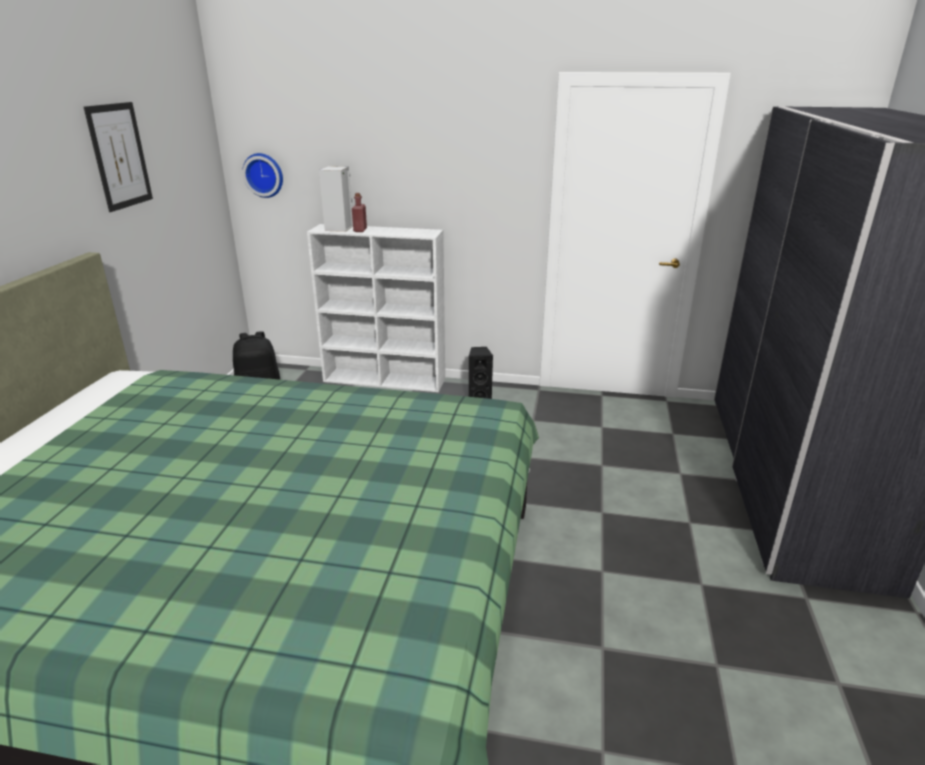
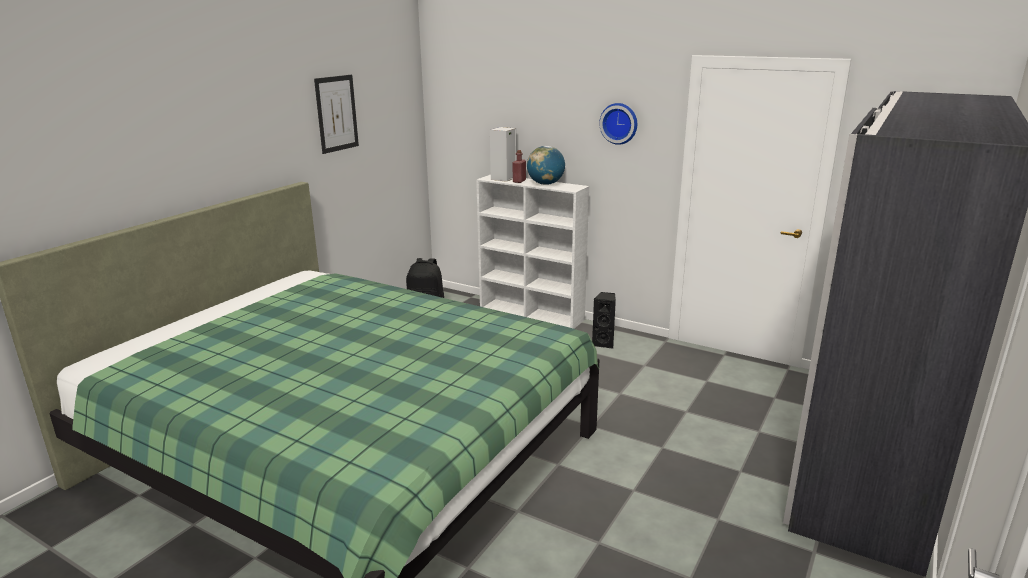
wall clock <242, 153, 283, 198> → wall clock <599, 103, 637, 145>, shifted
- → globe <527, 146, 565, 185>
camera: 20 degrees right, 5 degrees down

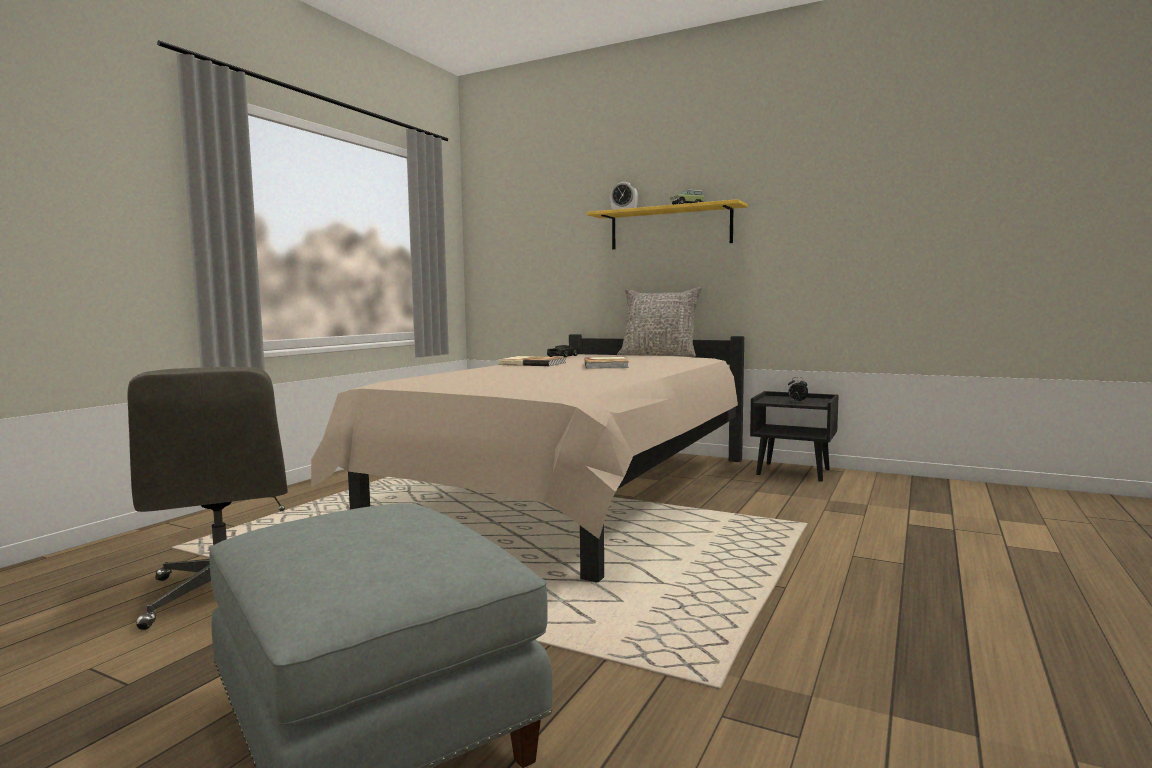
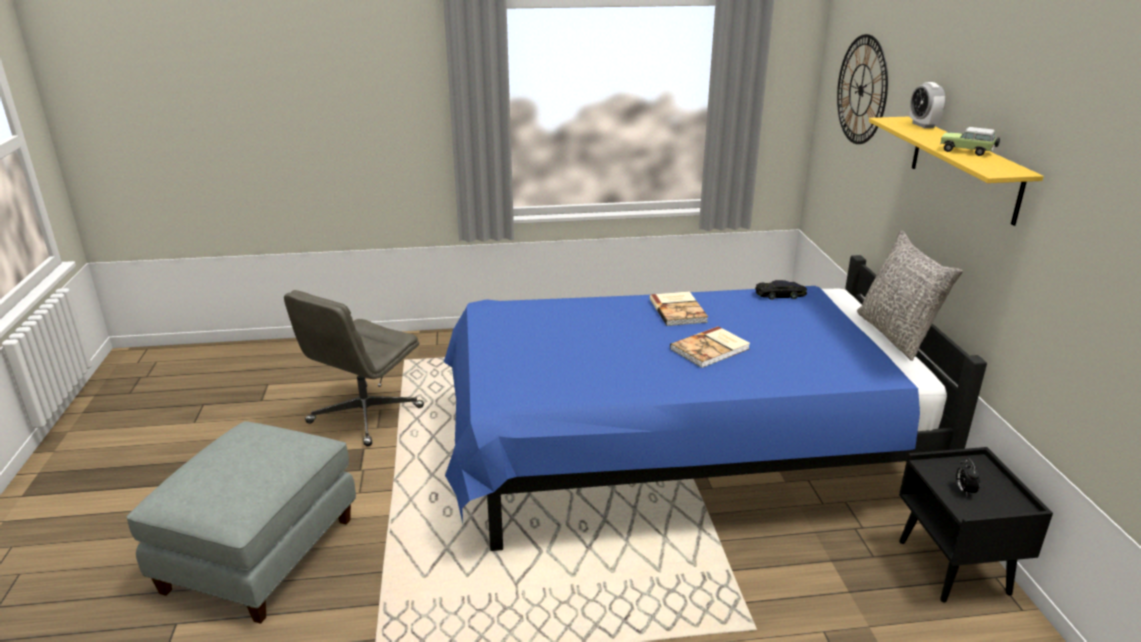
bed (beige) <311, 334, 744, 582> → bed (blue) <444, 255, 987, 551>
- → wall clock <837, 34, 888, 144>
camera: 55 degrees right, 20 degrees up

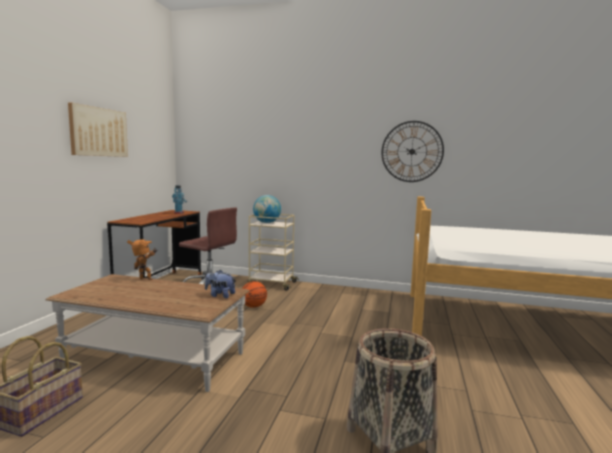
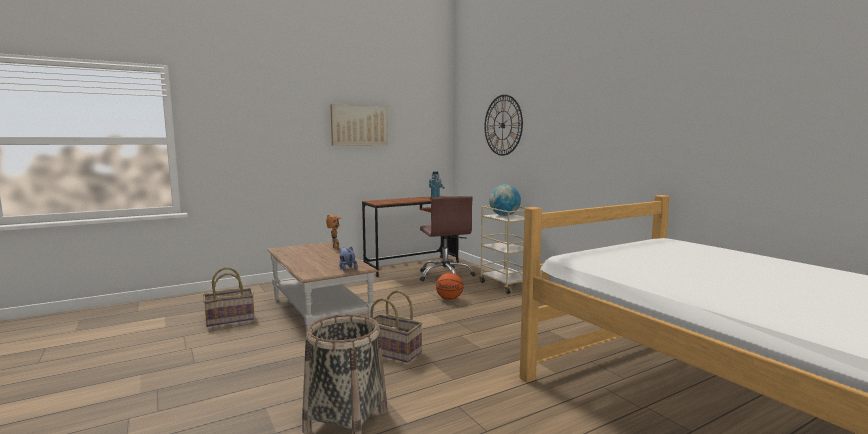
wall clock <381, 121, 444, 182> → wall clock <484, 95, 523, 156>, shifted
- → basket <371, 290, 422, 363>
camera: 45 degrees right, 0 degrees up

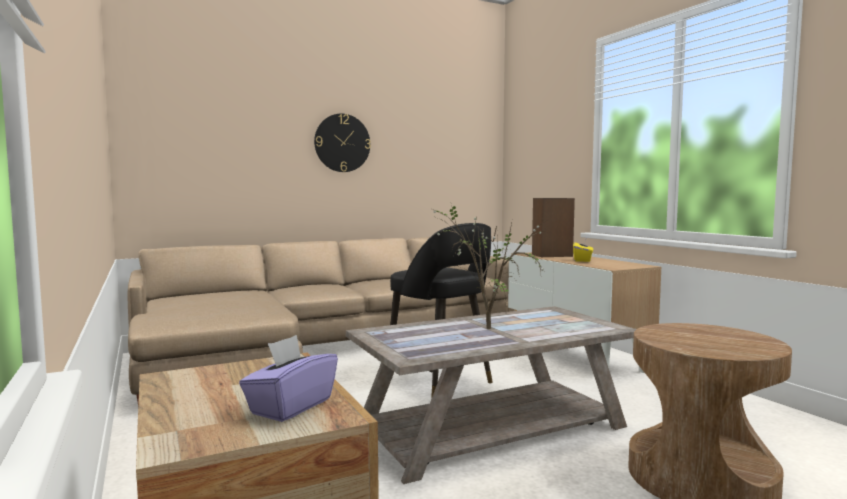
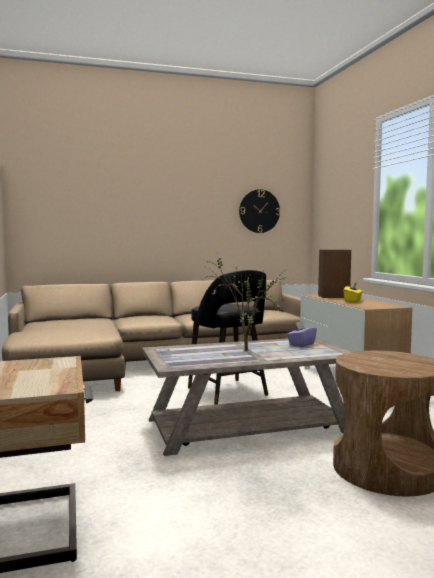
tissue box (purple) <239, 335, 338, 422> → tissue box (purple) <287, 321, 317, 347>, shifted
wall clock <314, 114, 371, 172> → wall clock <239, 189, 280, 233>, shifted
camera: 10 degrees right, 0 degrees up

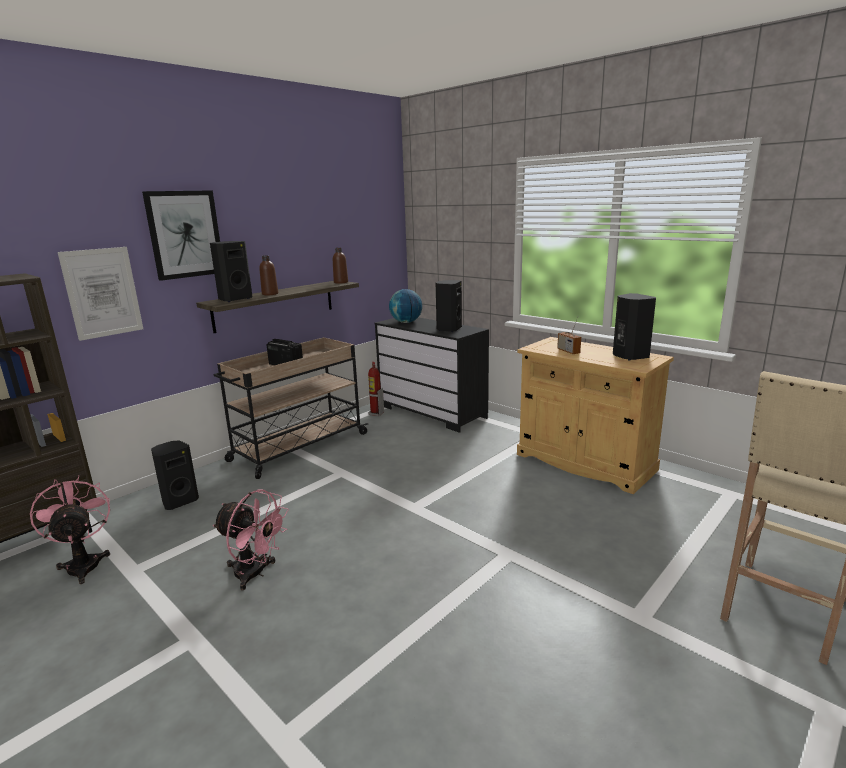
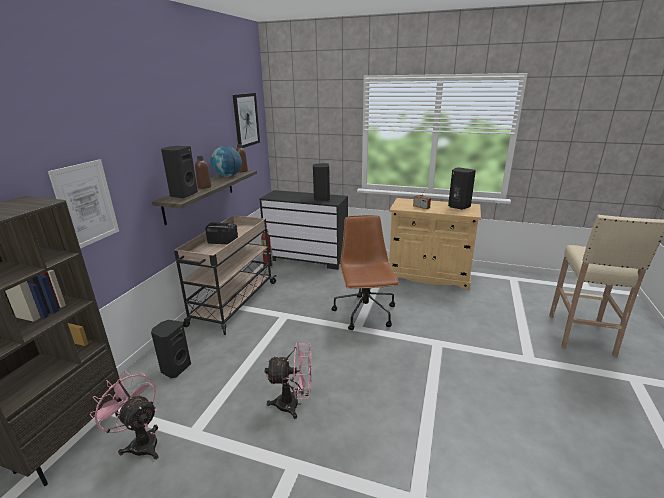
picture <142, 190, 220, 281> → picture <233, 93, 260, 148>, shifted
globe <389, 289, 422, 323> → globe <211, 146, 242, 177>, shifted
- → office chair (brown) <331, 215, 399, 330>
camera: 25 degrees left, 5 degrees up

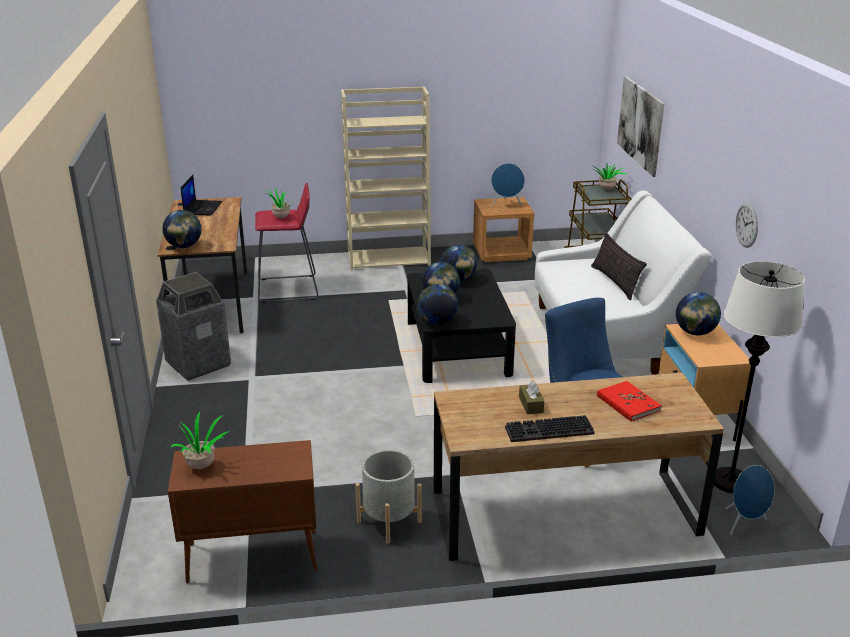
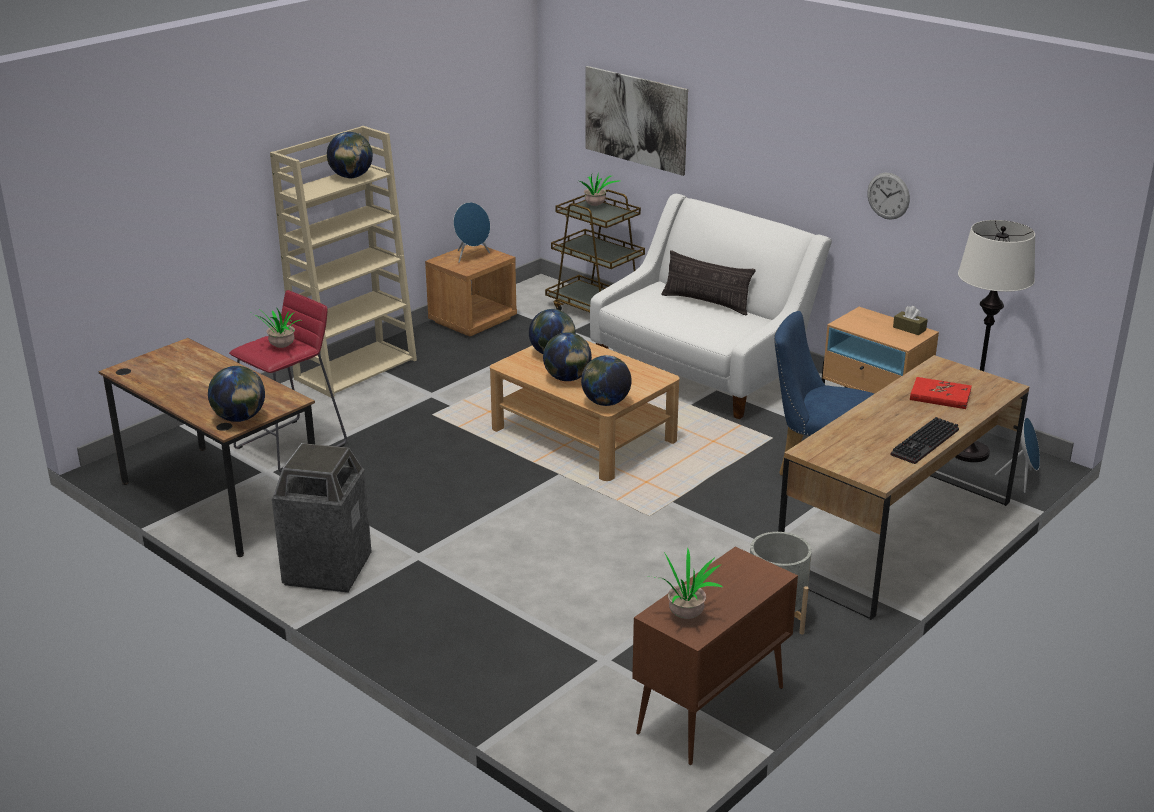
laptop <181, 175, 222, 216> → -
coffee table (black) <407, 269, 516, 383> → coffee table (beige) <490, 341, 680, 481>
tissue box (brown) <519, 380, 544, 414> → tissue box (brown) <893, 306, 928, 335>, shifted
globe <676, 292, 721, 335> → globe <327, 132, 373, 178>, shifted
camera: 40 degrees left, 0 degrees up

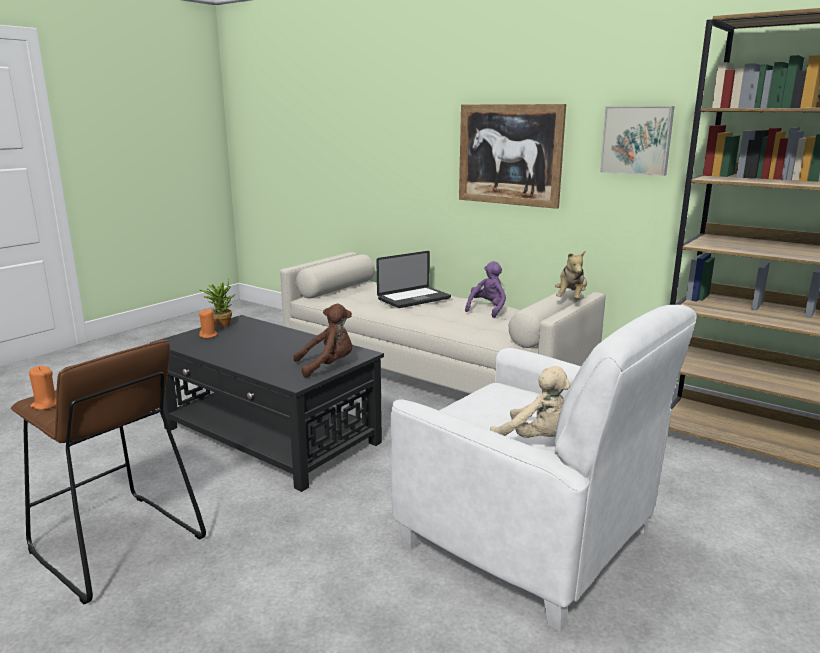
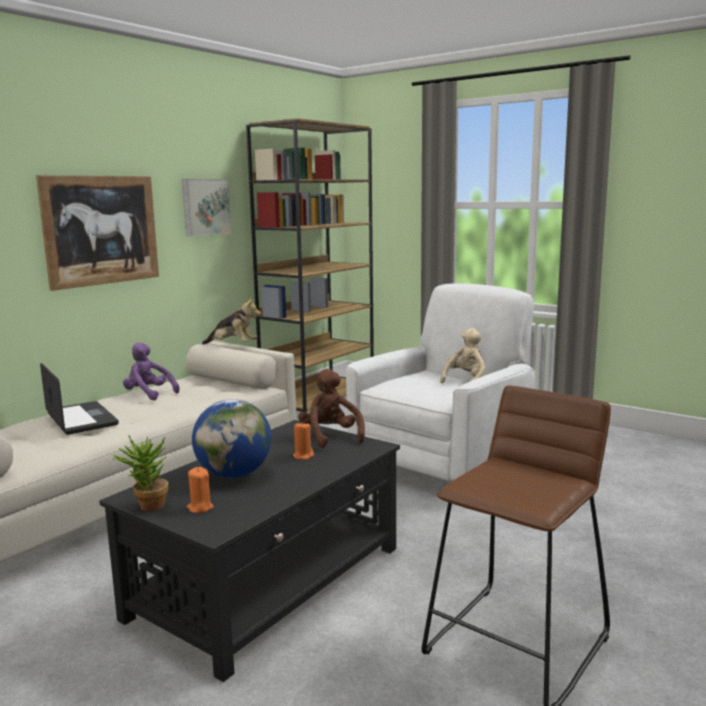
candle (orange) <29, 366, 56, 410> → candle (orange) <293, 422, 314, 460>, shifted
- → globe <192, 399, 272, 478>
camera: 90 degrees left, 5 degrees down

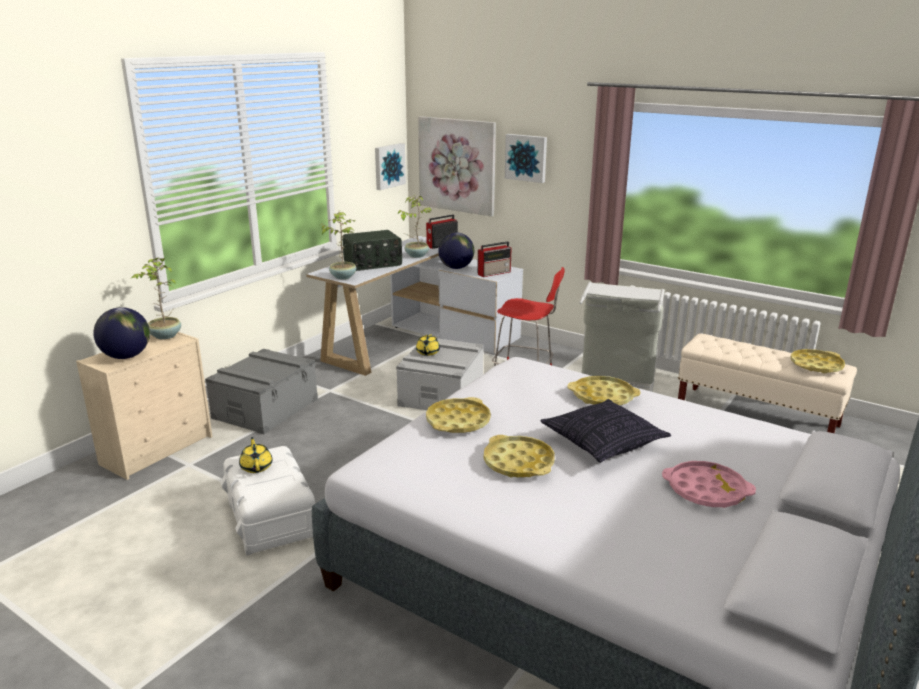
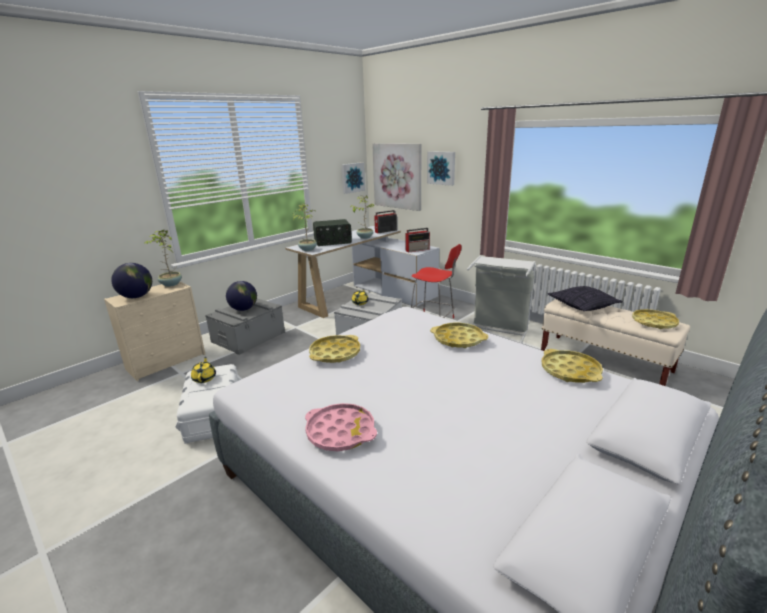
globe <438, 232, 474, 269> → globe <226, 281, 257, 311>, shifted
tray (yellow) <484, 435, 555, 477> → tray (yellow) <541, 349, 603, 383>, shifted
pillow <540, 399, 671, 463> → pillow <548, 286, 623, 311>, shifted
tray (pink) <662, 461, 756, 508> → tray (pink) <305, 403, 377, 451>, shifted
camera: 10 degrees right, 0 degrees up

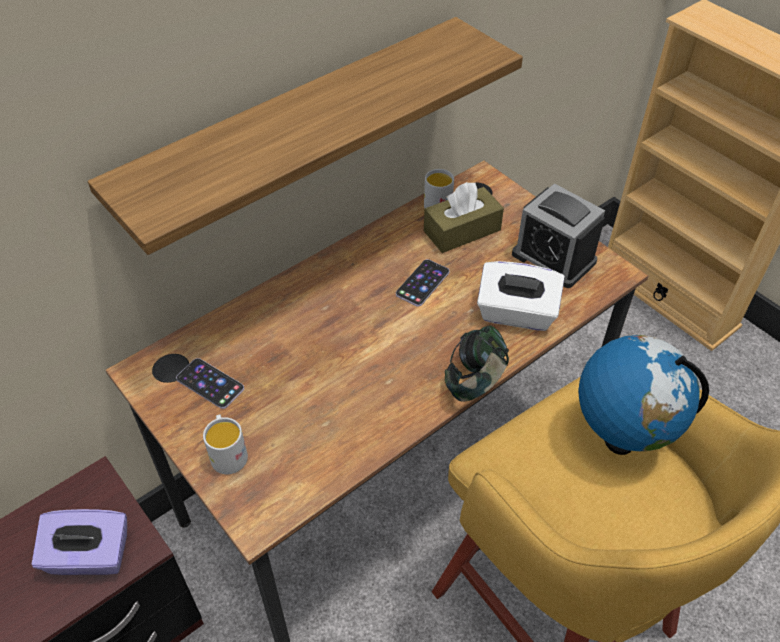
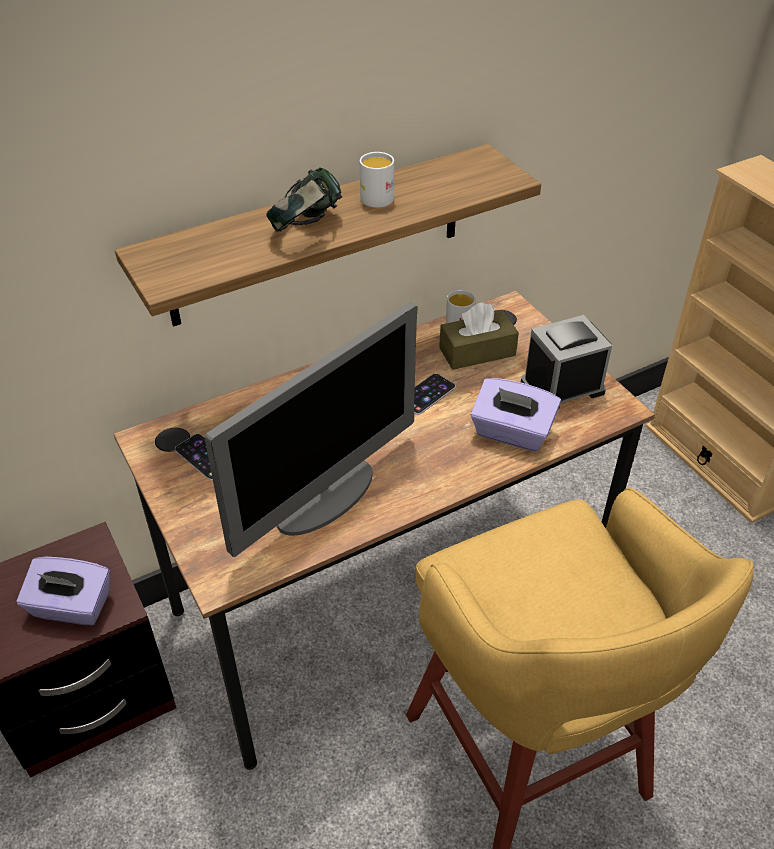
mug (white) <203, 415, 248, 474> → mug (white) <360, 152, 394, 208>, shifted
headphones <445, 325, 509, 402> → headphones <266, 167, 342, 232>, shifted
tissue box (white) <477, 261, 564, 331> → tissue box (purple) <470, 378, 561, 452>
alarm clock <512, 183, 605, 288> → alarm clock <521, 315, 612, 408>, 105 degrees clockwise
globe <578, 335, 709, 455> → -
- → monitor <204, 302, 417, 557>
camera: 10 degrees right, 5 degrees down

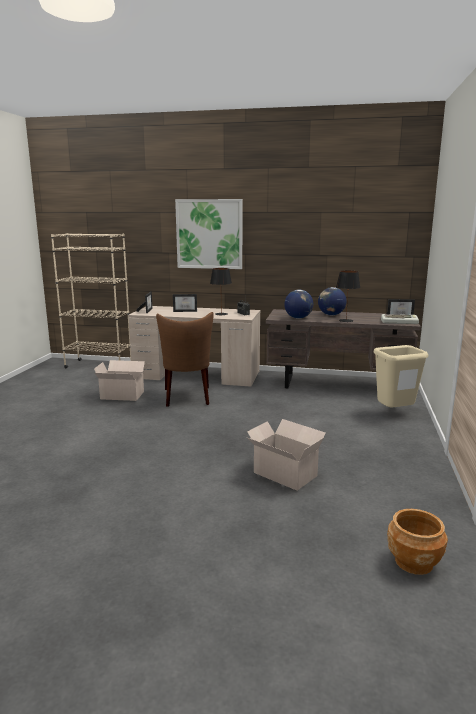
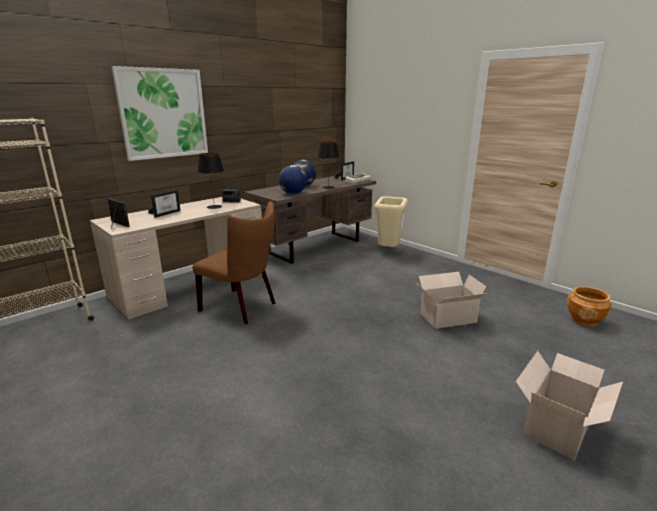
cardboard box <94, 360, 149, 401> → cardboard box <516, 351, 623, 460>, shifted
camera: 55 degrees left, 5 degrees up

